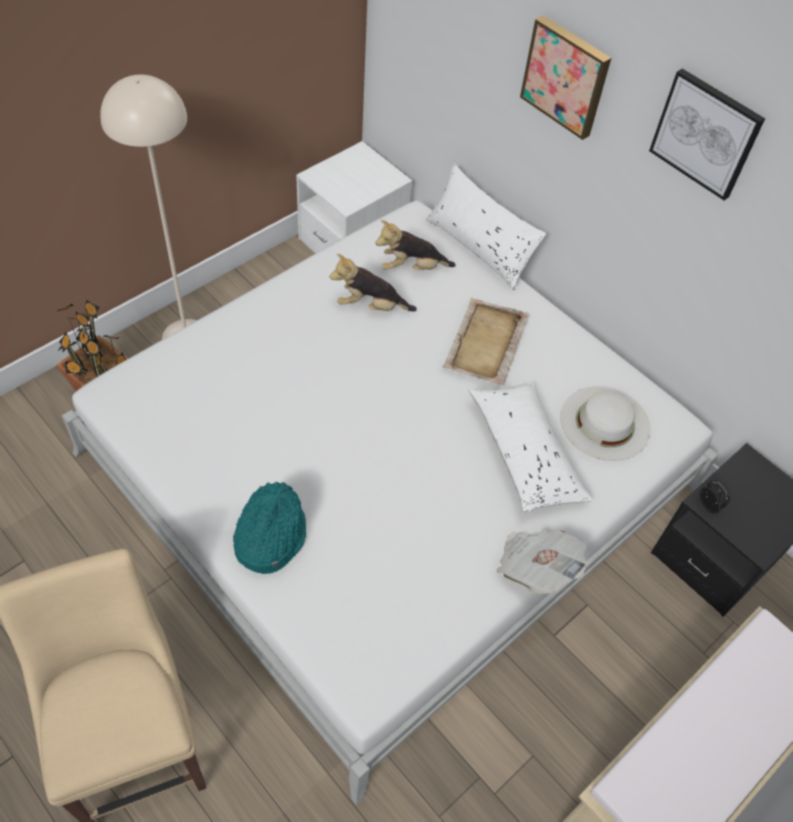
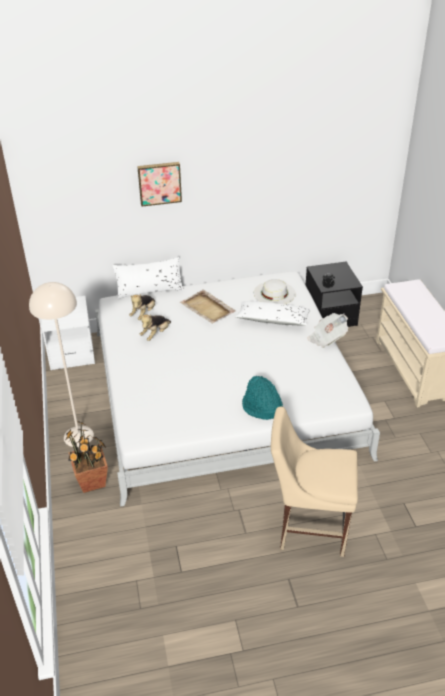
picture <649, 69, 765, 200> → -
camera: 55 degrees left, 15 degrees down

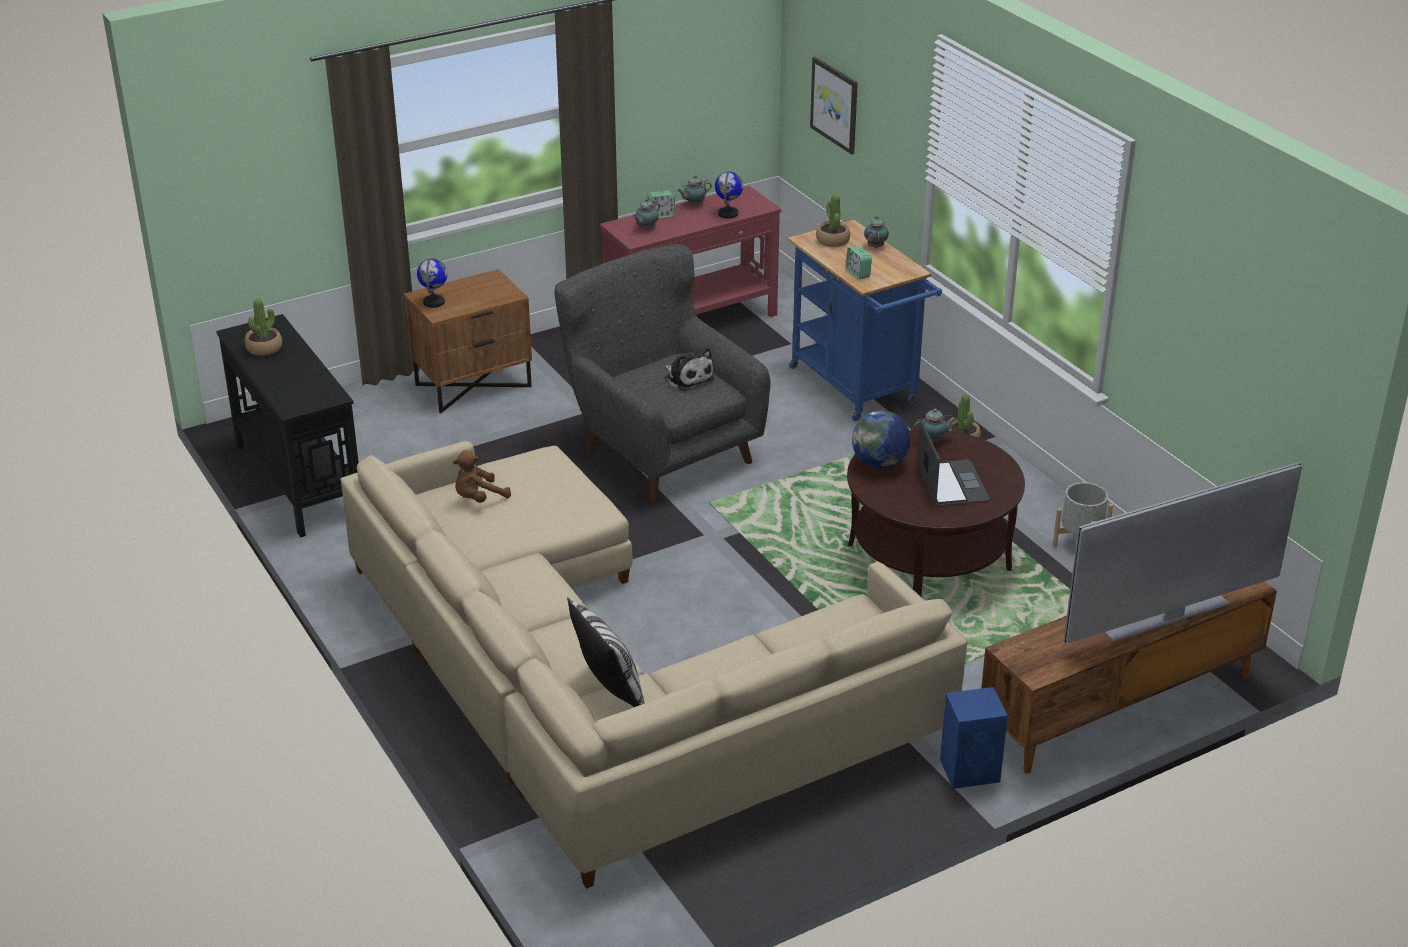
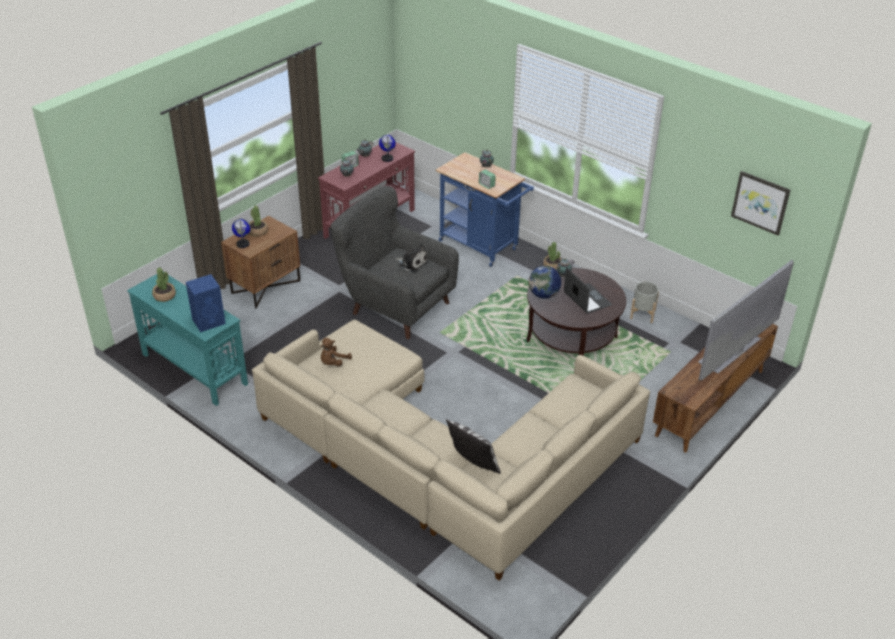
console table (black) <216, 314, 359, 538> → console table (turquoise) <127, 272, 248, 406>
picture <810, 57, 858, 155> → picture <731, 171, 790, 236>, shifted
potted plant <816, 194, 850, 247> → potted plant <249, 206, 268, 236>, shifted
speaker (blue) <940, 687, 1008, 789> → speaker (blue) <186, 274, 226, 332>, shifted
camera: 20 degrees left, 5 degrees up

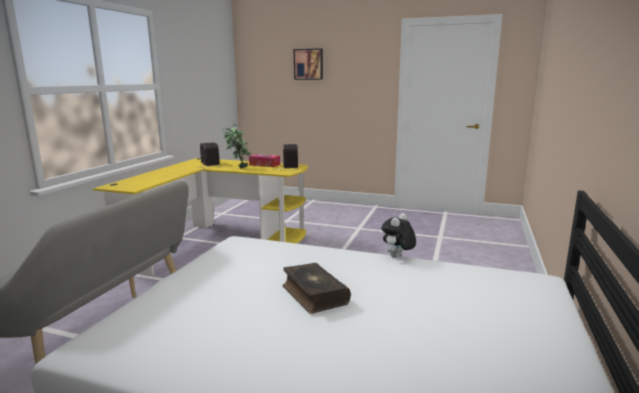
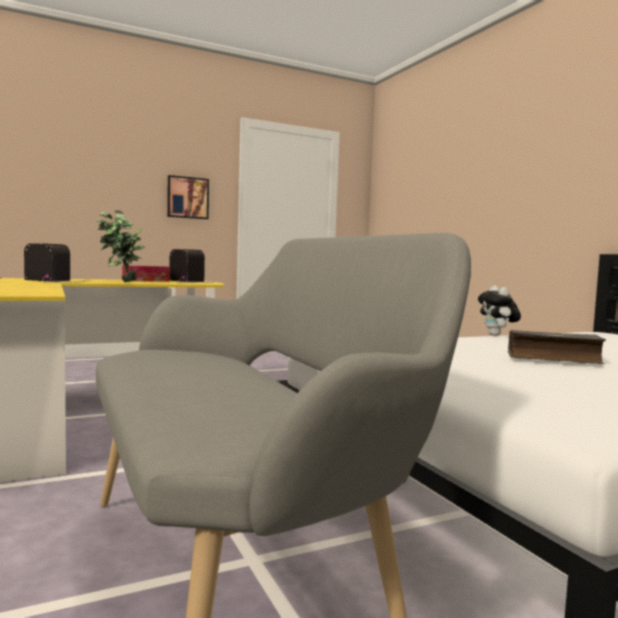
picture <294, 48, 323, 80> → picture <167, 175, 209, 219>, shifted
camera: 45 degrees left, 10 degrees down

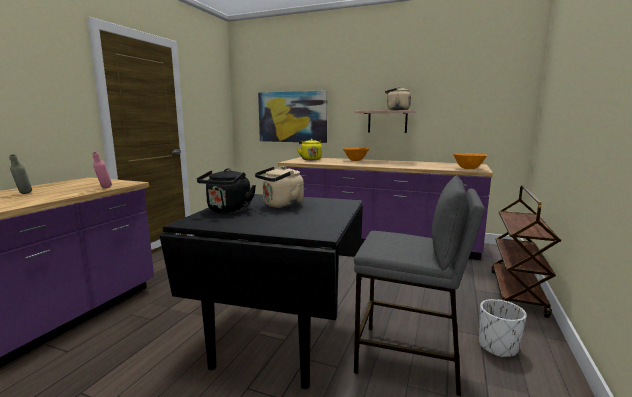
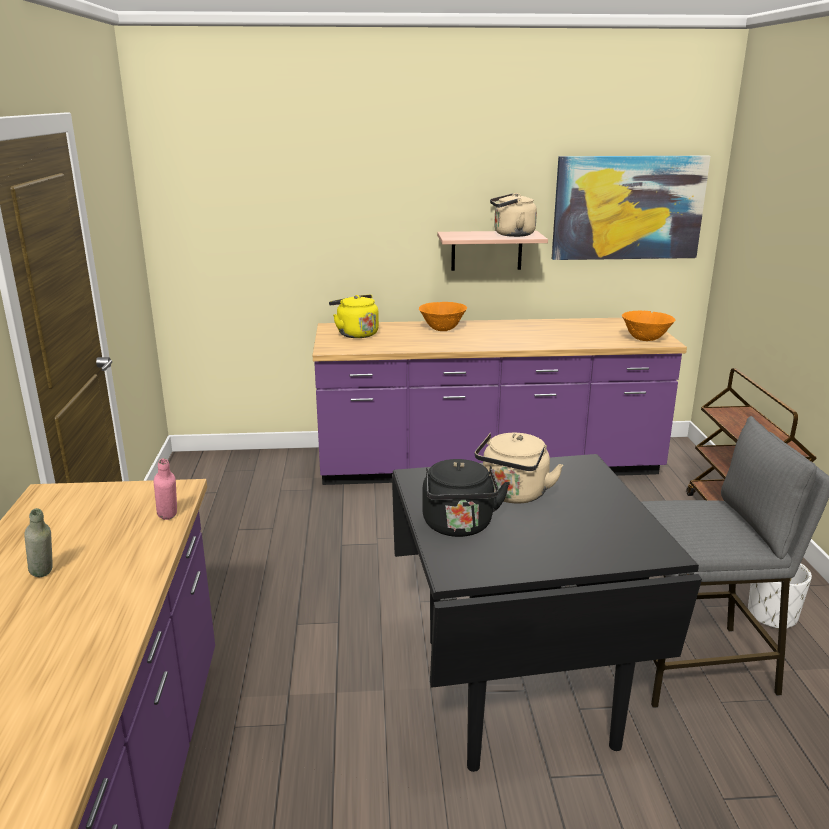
picture <258, 90, 327, 143> → picture <552, 156, 710, 260>, shifted
camera: 25 degrees left, 10 degrees up

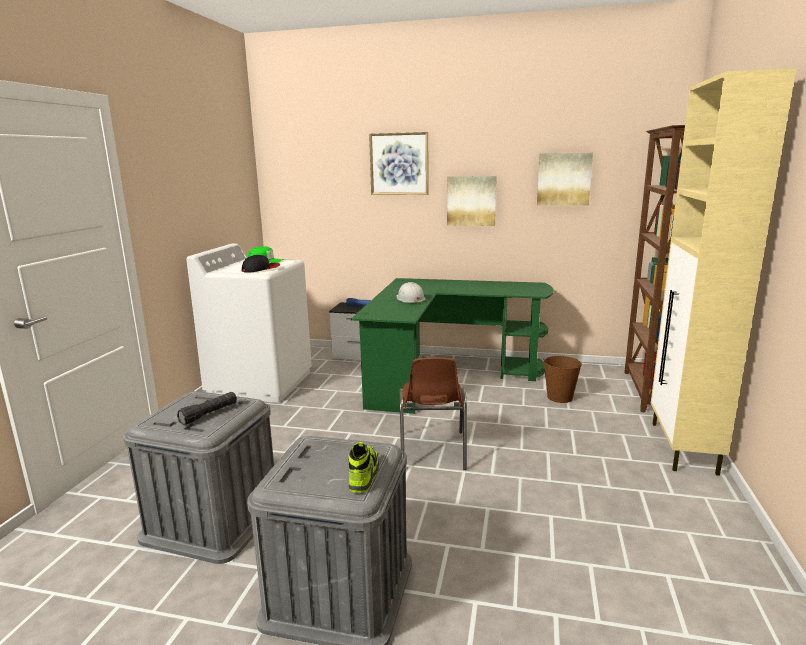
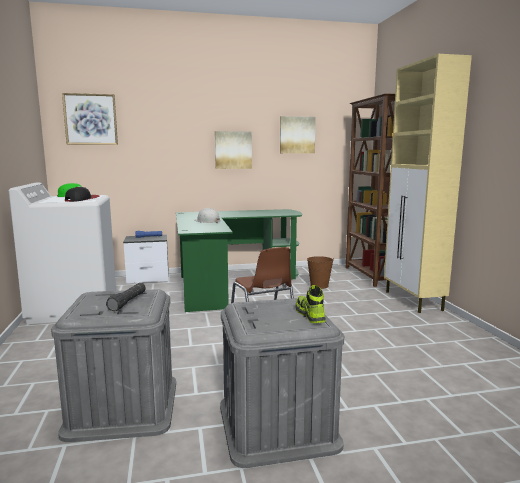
picture <369, 132, 429, 195> → picture <62, 93, 118, 145>, shifted
camera: 25 degrees left, 5 degrees down

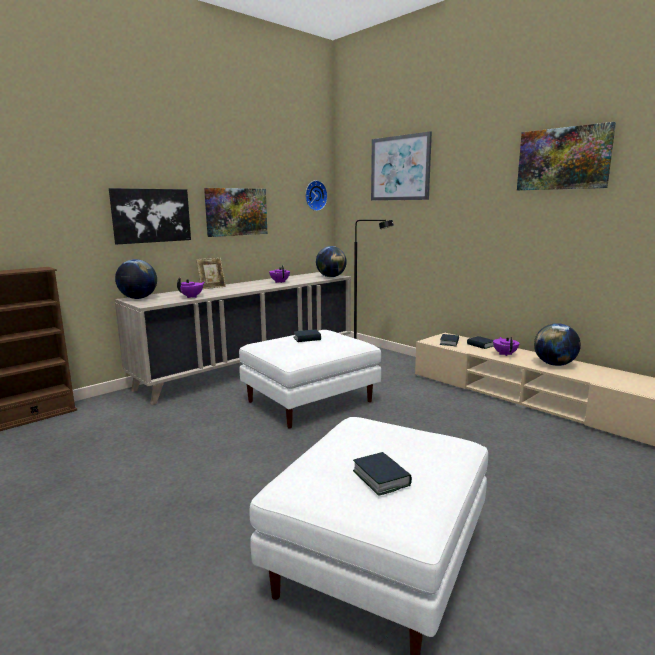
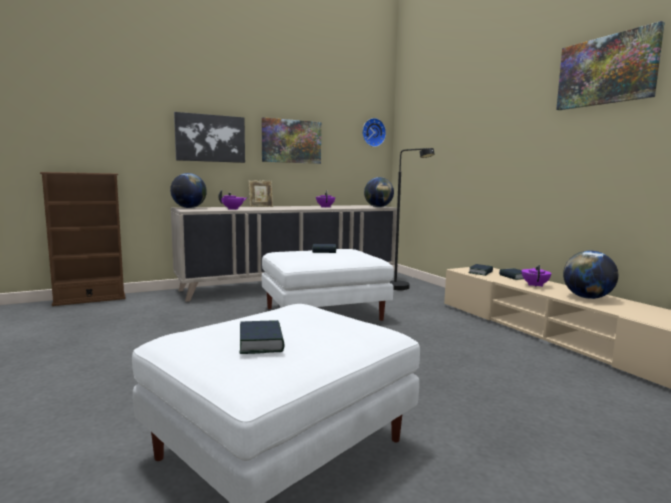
picture <371, 131, 432, 201> → -
camera: 15 degrees right, 5 degrees down

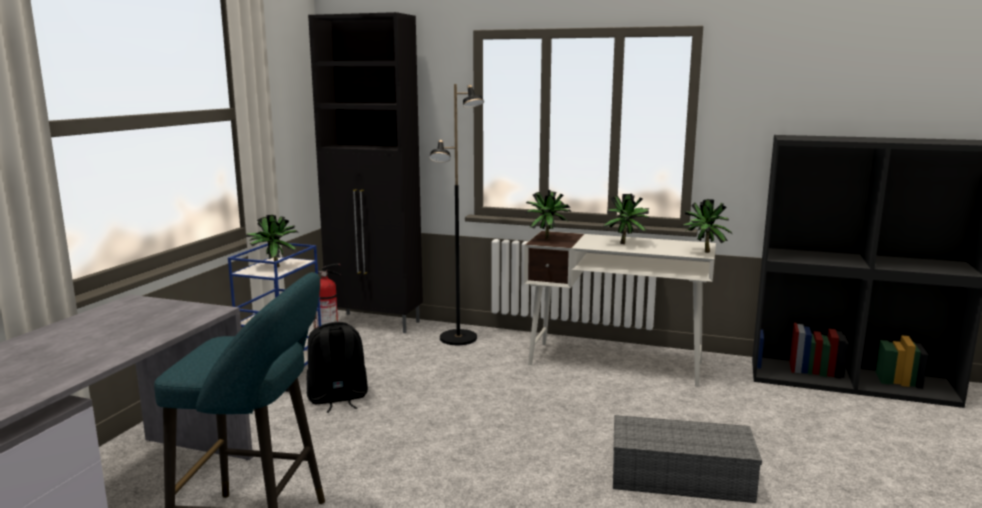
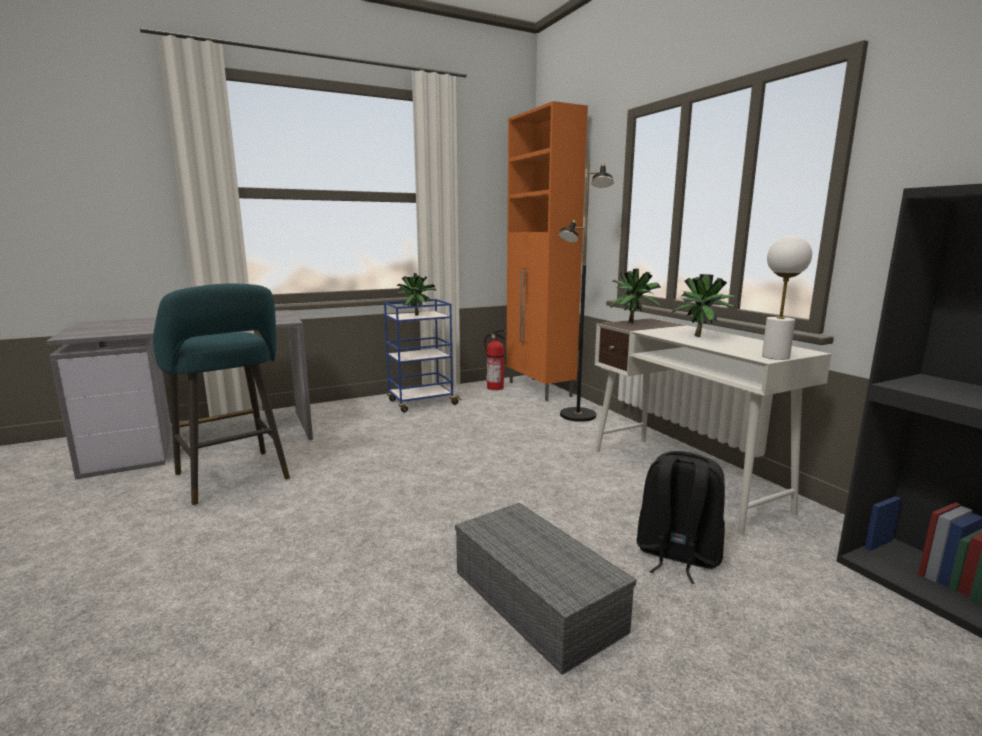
backpack (black) <307, 322, 368, 413> → backpack (black) <637, 451, 725, 584>, shifted
cabinet (black) <308, 12, 423, 333> → cabinet (orange) <506, 101, 588, 401>
potted plant <681, 199, 733, 253> → table lamp (white) <762, 235, 812, 360>
camera: 45 degrees right, 0 degrees up

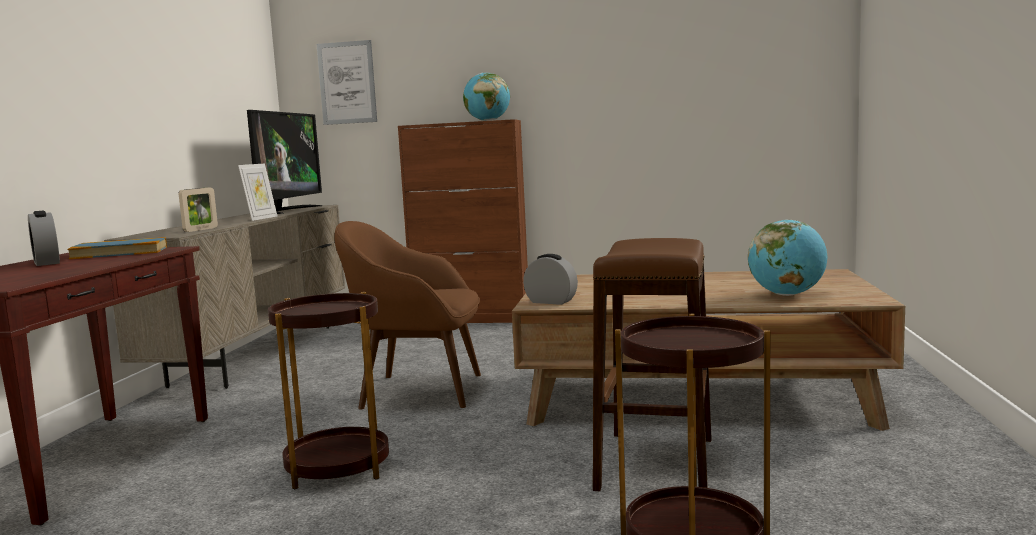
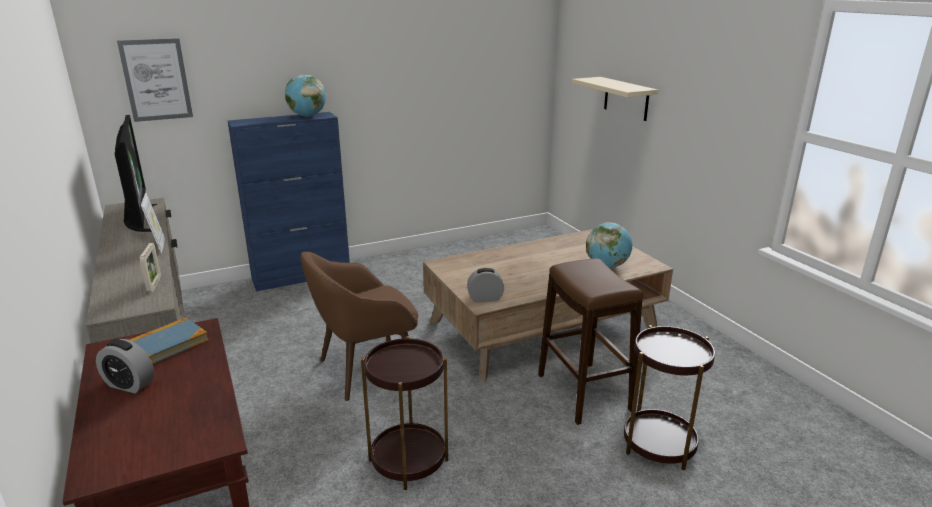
cabinet (brown) <398, 119, 528, 323> → cabinet (blue) <228, 112, 350, 291>
- → shelf (beige) <572, 77, 658, 121>
camera: 35 degrees left, 15 degrees up

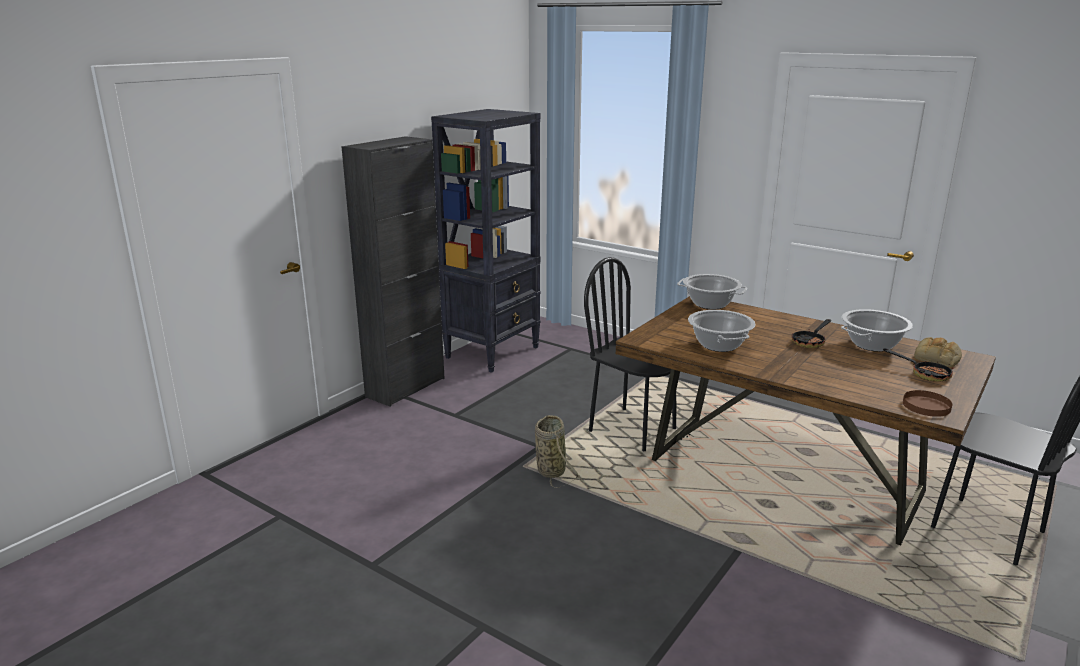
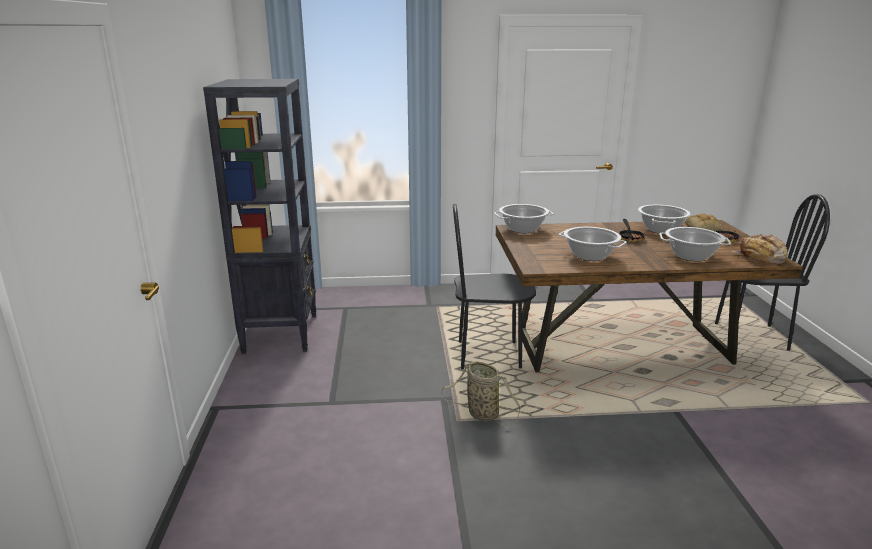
cabinet (black) <341, 136, 445, 406> → -
plate (brown) <903, 390, 952, 417> → bread <733, 234, 788, 264>
- → cooking pot <659, 227, 731, 261>
camera: 40 degrees left, 0 degrees up

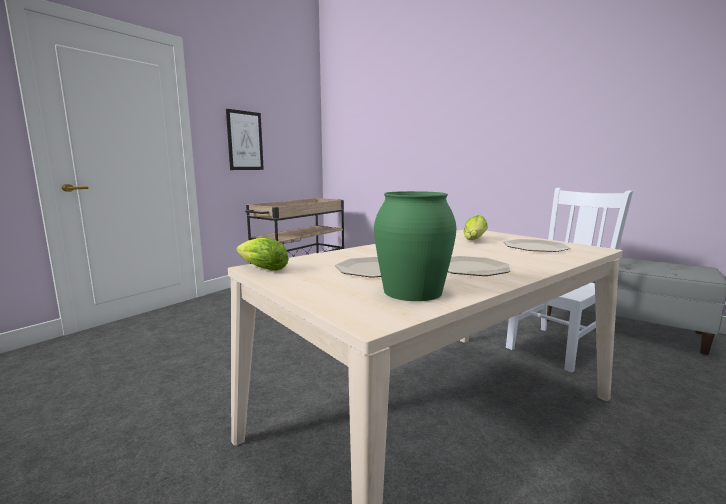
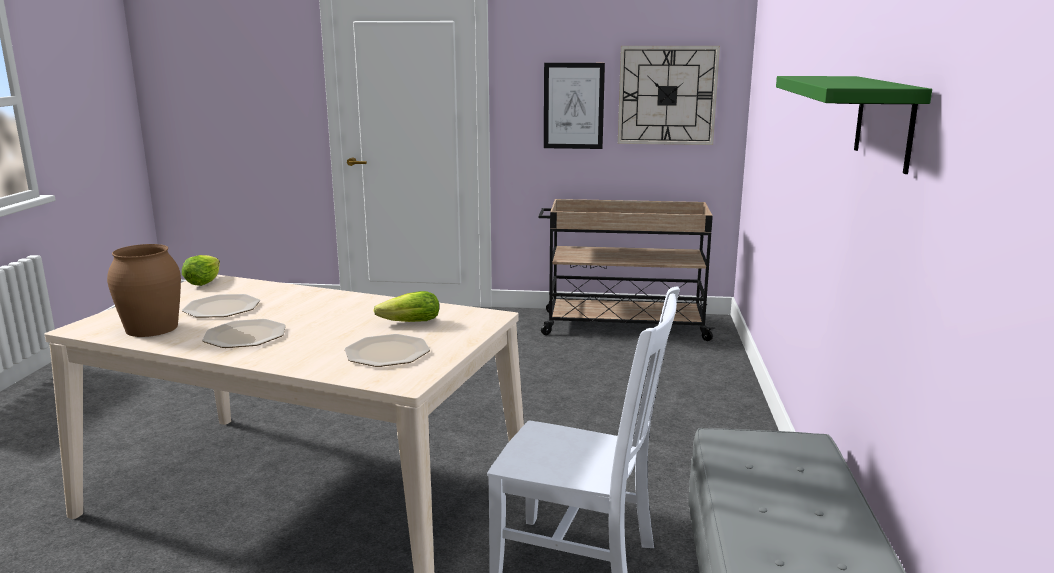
vase (green) <374, 191, 456, 301> → vase (brown) <107, 244, 181, 337>
- → wall clock <618, 46, 720, 145>
- → shelf (green) <776, 76, 932, 174>
camera: 60 degrees right, 5 degrees up

